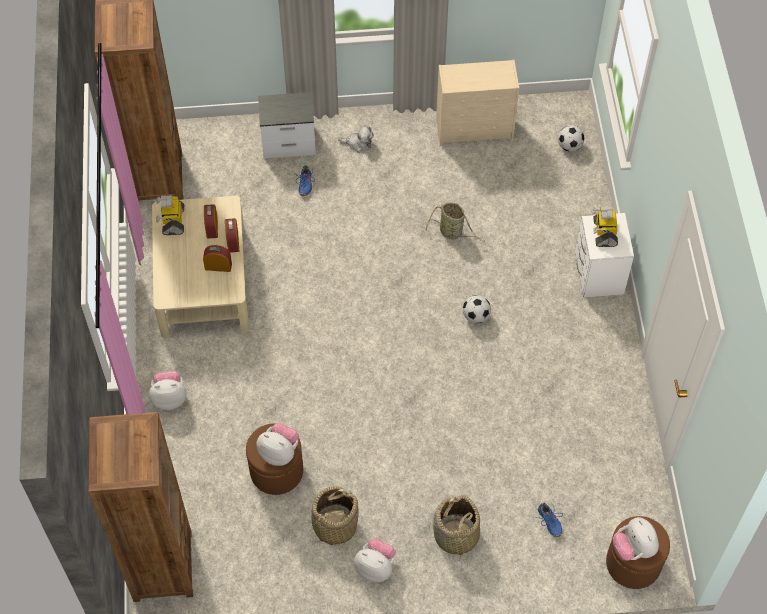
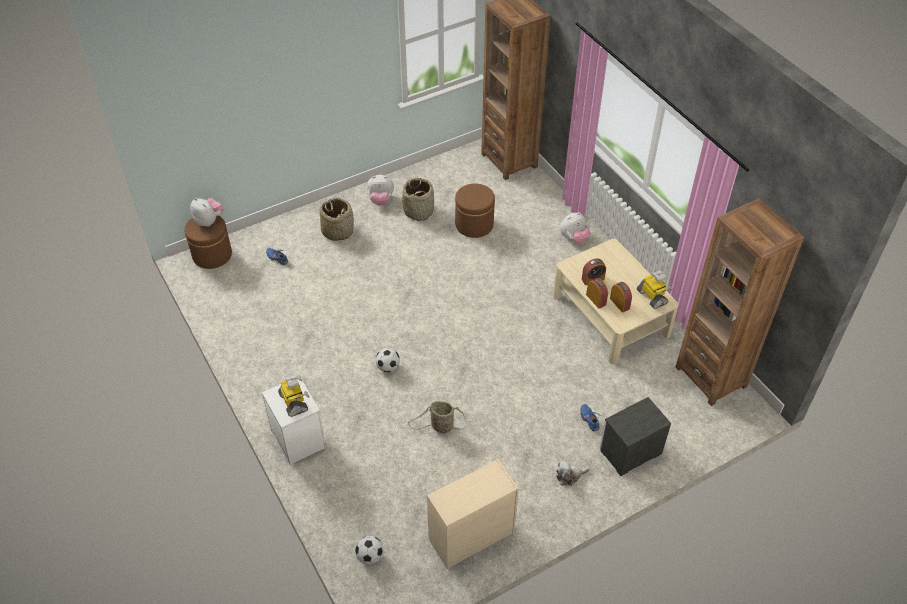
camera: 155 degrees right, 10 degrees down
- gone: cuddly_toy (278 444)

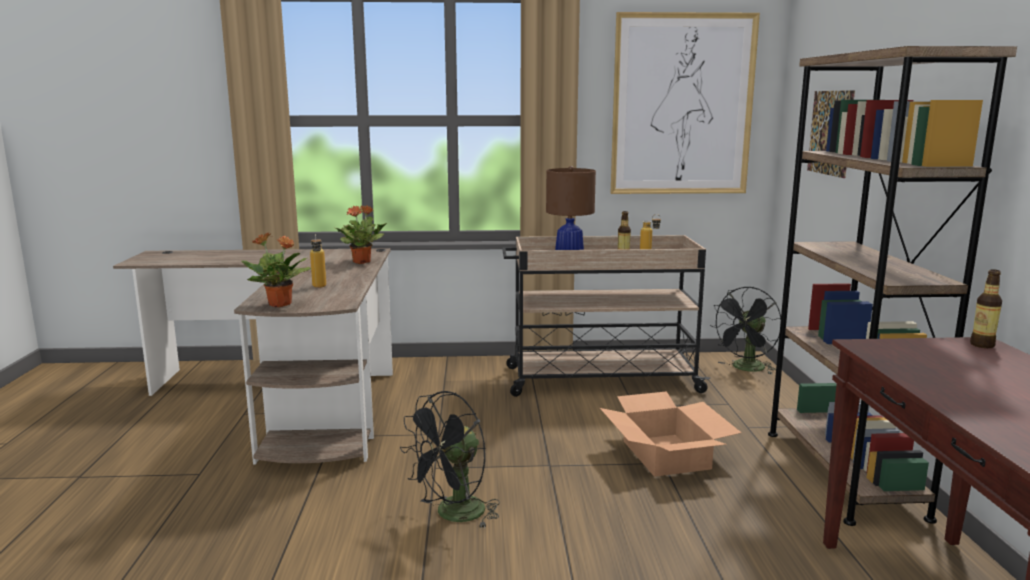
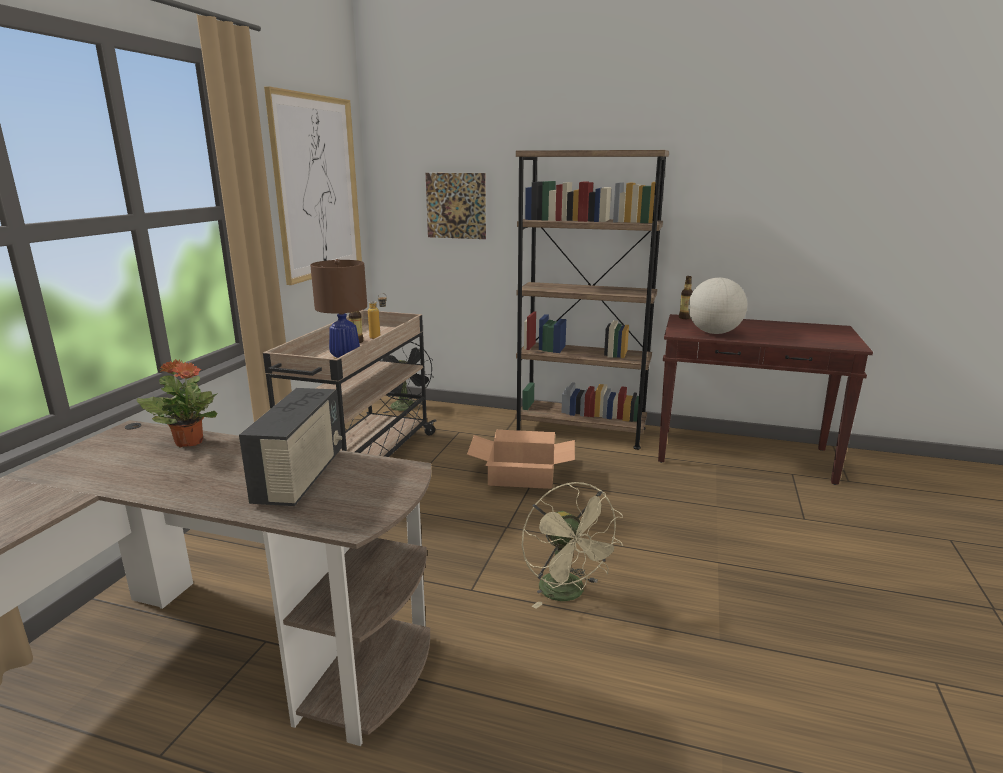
camera: 70 degrees left, 5 degrees up
- gone: potted_plant (276 269)
- swapped: drink_bottle (318 261) to radio (290 447)
- repainted: black_fan (450 460) to sand-coloured_fan (573 545)
- new: globe (717 306)

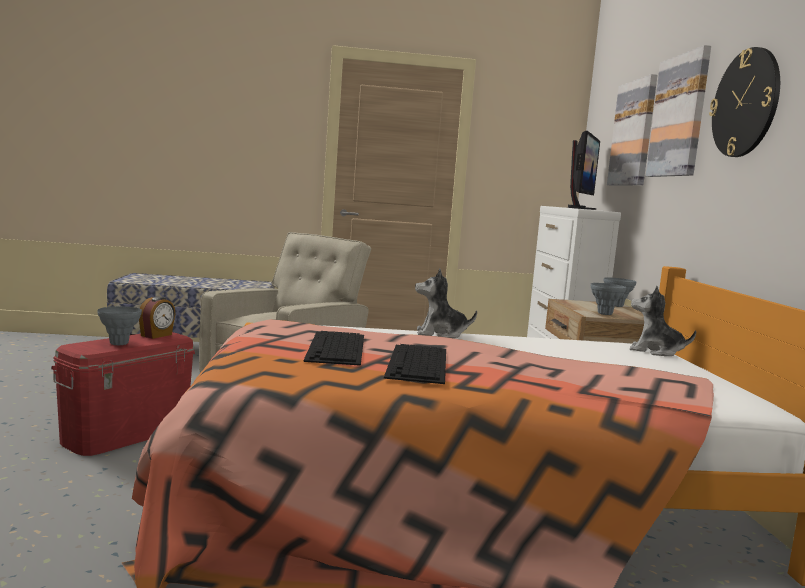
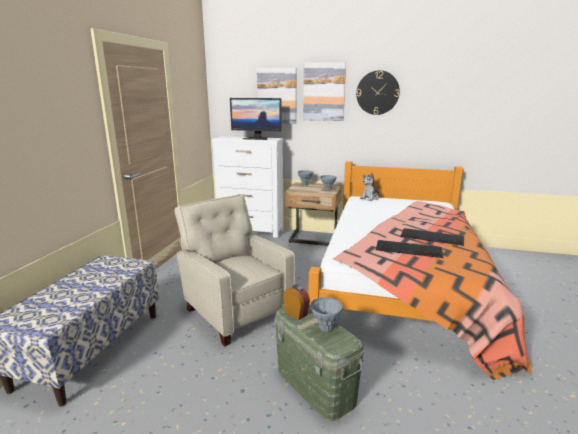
camera: 70 degrees left, 10 degrees up
- repainted: red_storage_box (123 394) to green-coloured_storage_box (319 362)
- gone: cuddly_toy (446 303)
- rotated: computer_screen (584 170) = (256 119) 150 degrees clockwise

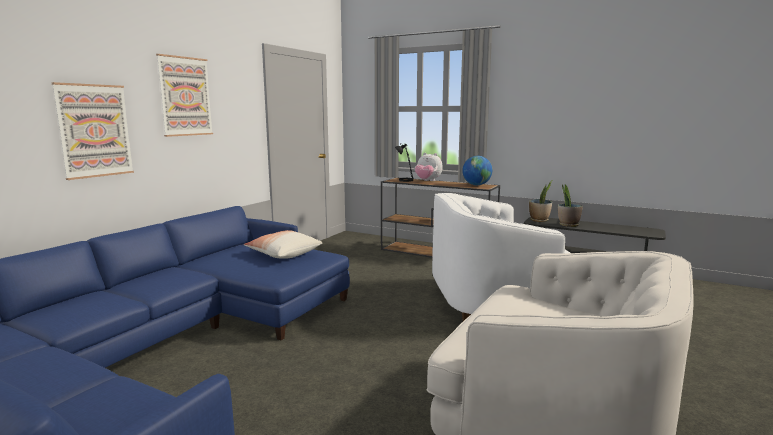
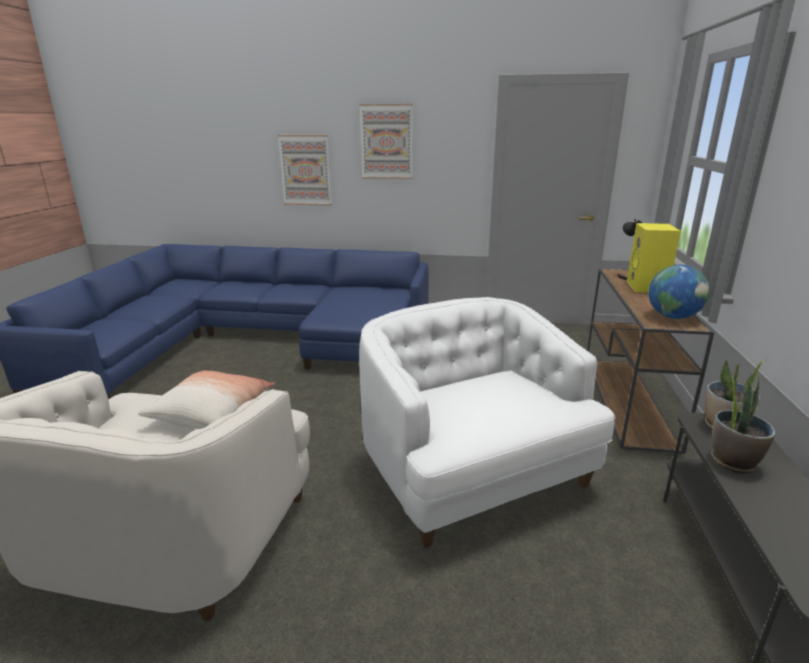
camera: 70 degrees right, 10 degrees up
- shifted: pillow (283 244) to (206 399)
- swapped: cuddly_toy (429 167) to yellow-coloured_speaker (654 258)

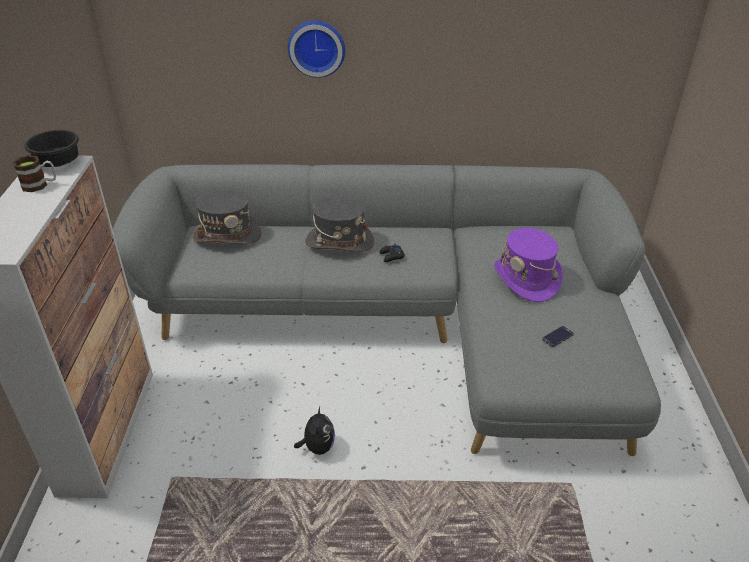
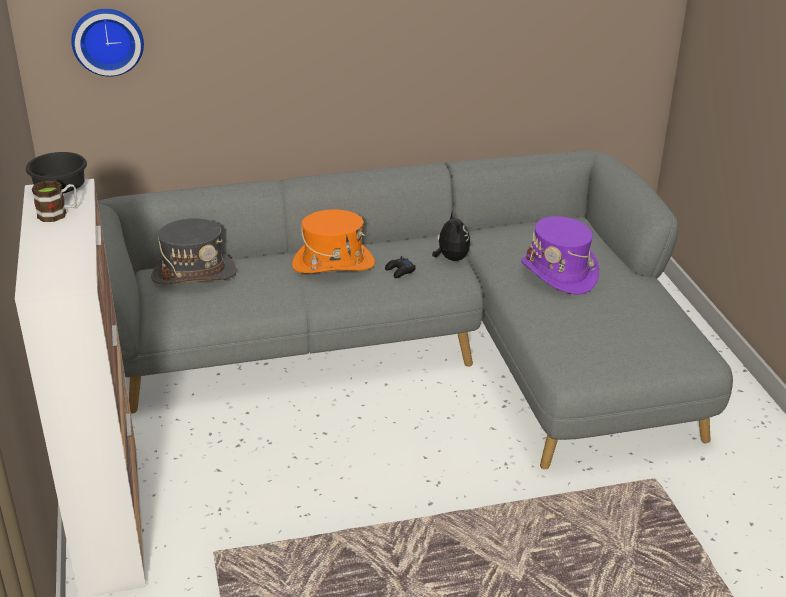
camera: 15 degrees left, 5 degrees down
- shifted: clock_on_the_wall (316 49) to (107 43)
- shifted: cuddly_toy (314 431) to (451 236)
- repainted: grey_clothing_hat (339 224) to orange_clothing_hat (333 241)
- gone: telephone (558 336)

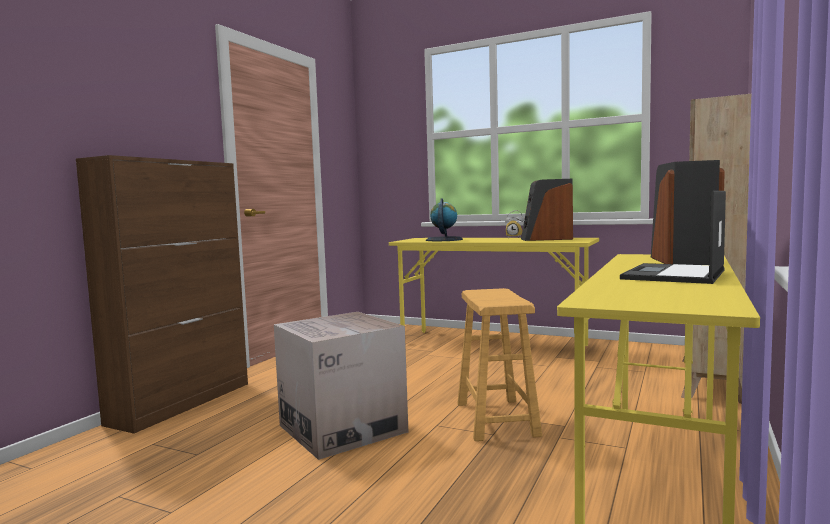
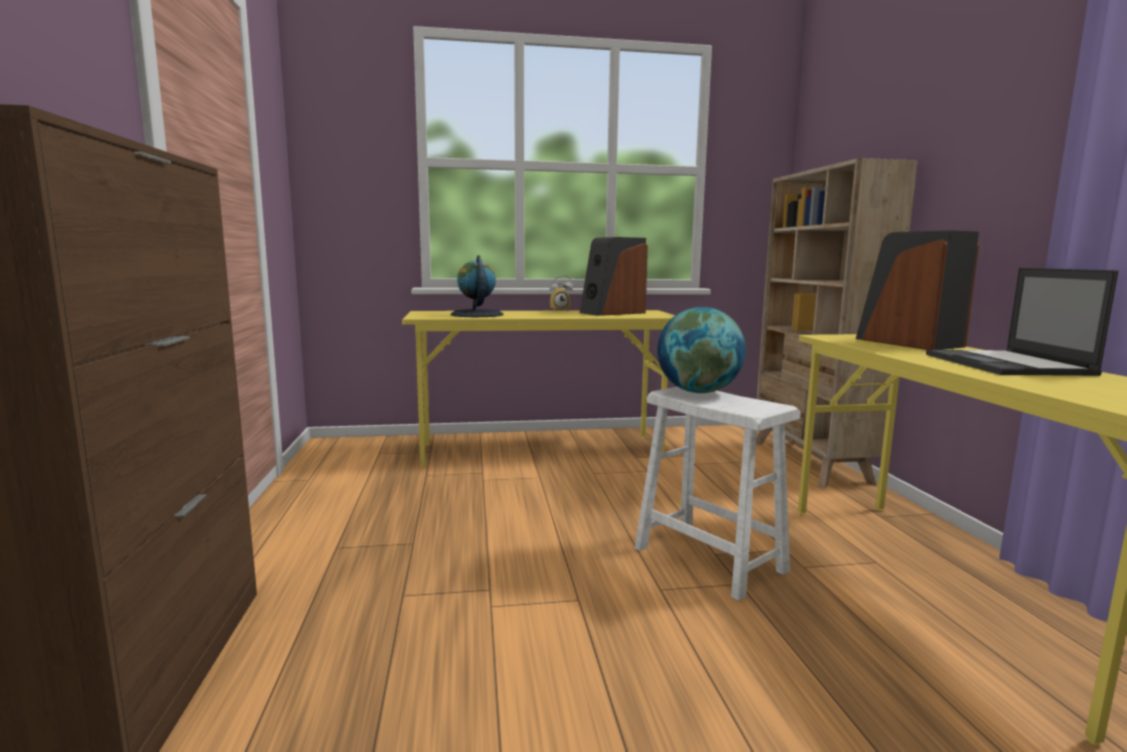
camera: 35 degrees left, 5 degrees up
- gone: packing_box (341 386)
- repainted: brown-coloured_stool (499 364) to white_stool (718 494)
- new: globe (701 350)

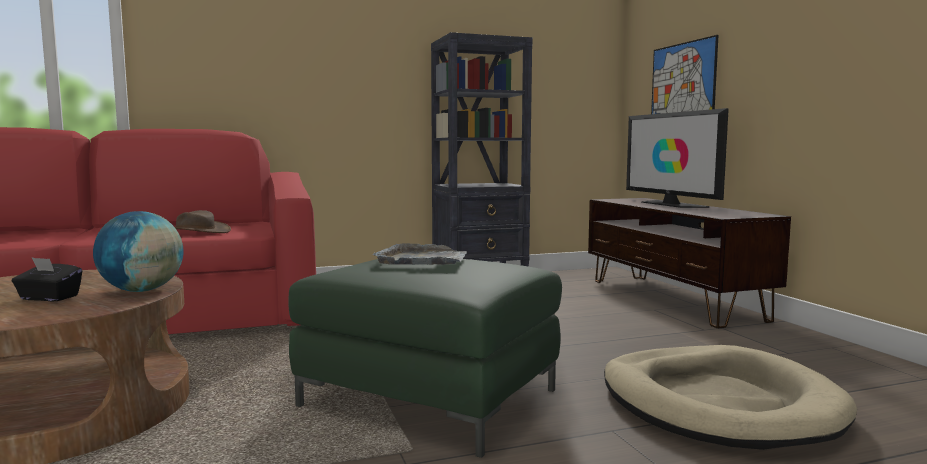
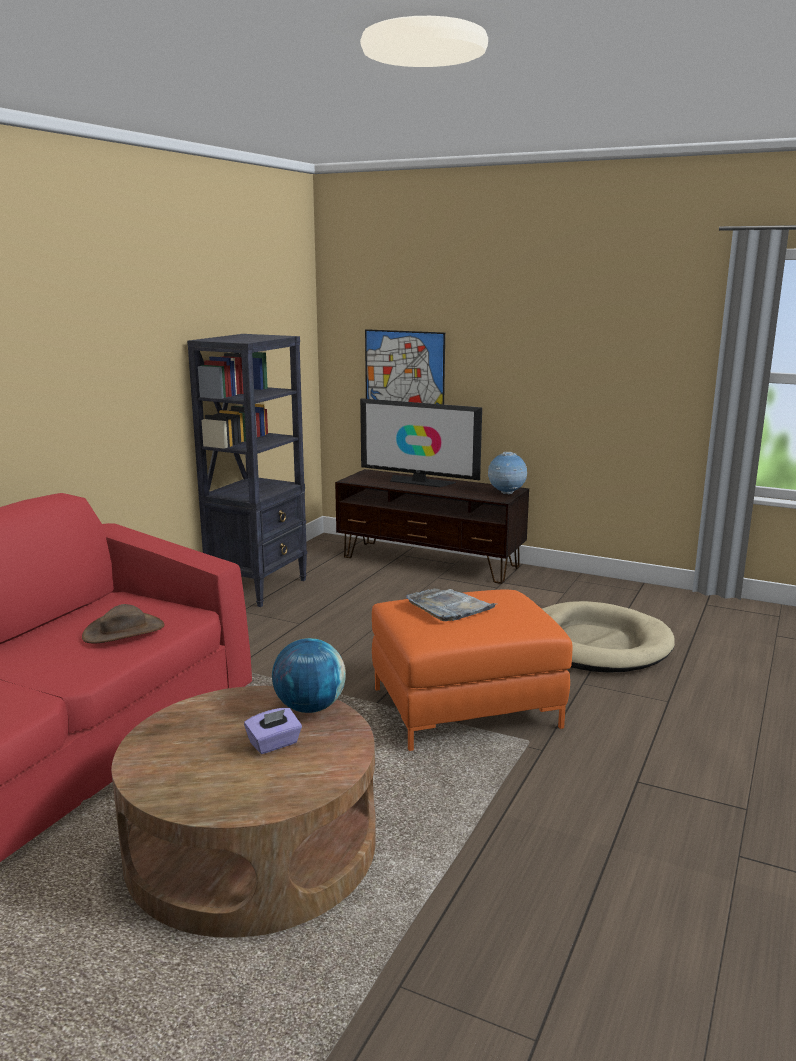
camera: 45 degrees left, 10 degrees up
- repainted: black_tissue_holder (47 279) to purple-coloured_tissue_holder (273 731)
- repainted: green-coloured_ottoman (425 358) to orange_ottoman (472 670)
- new: globe (507 473)

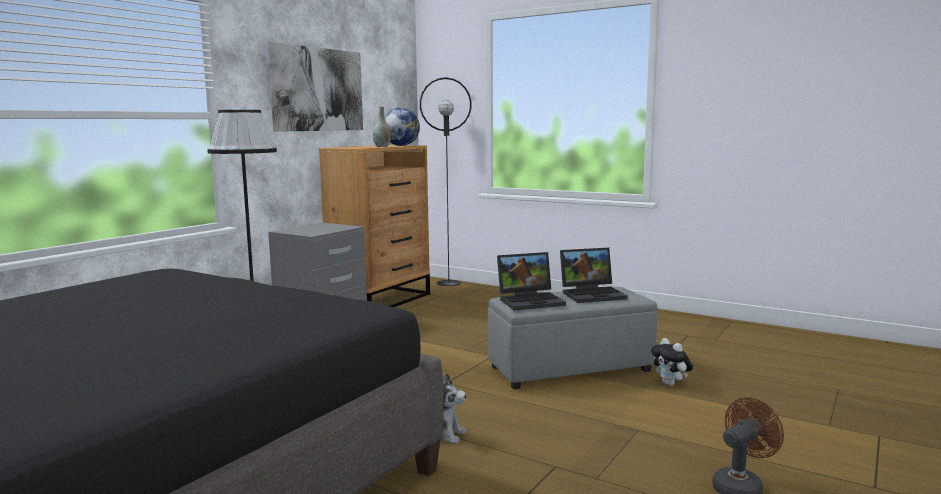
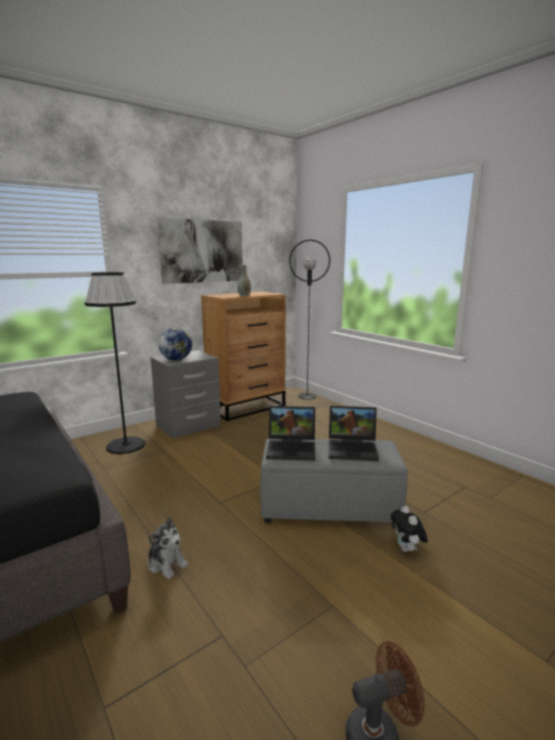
camera: 20 degrees right, 5 degrees up
- shifted: globe (402 126) to (175 344)

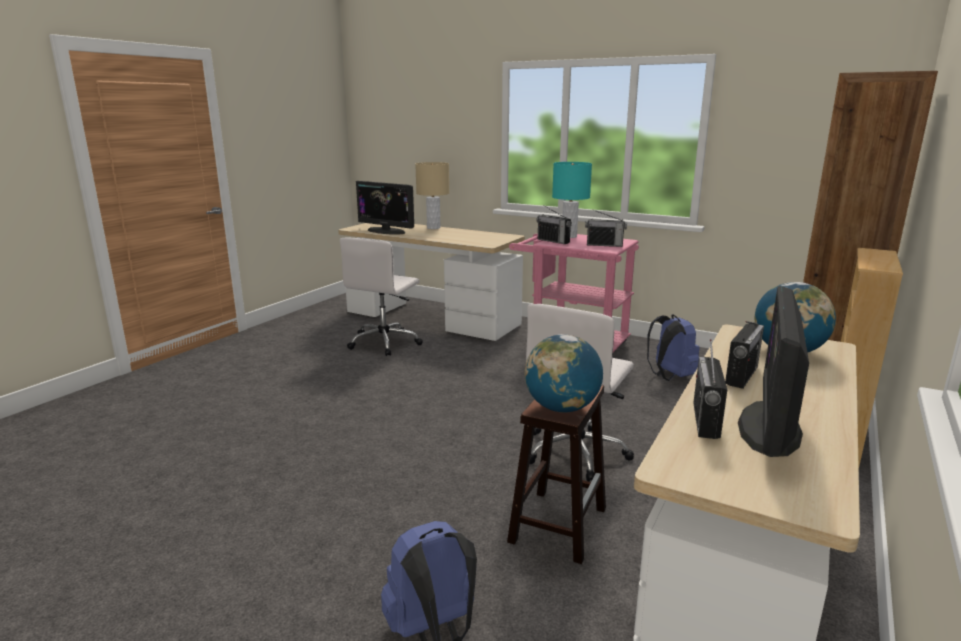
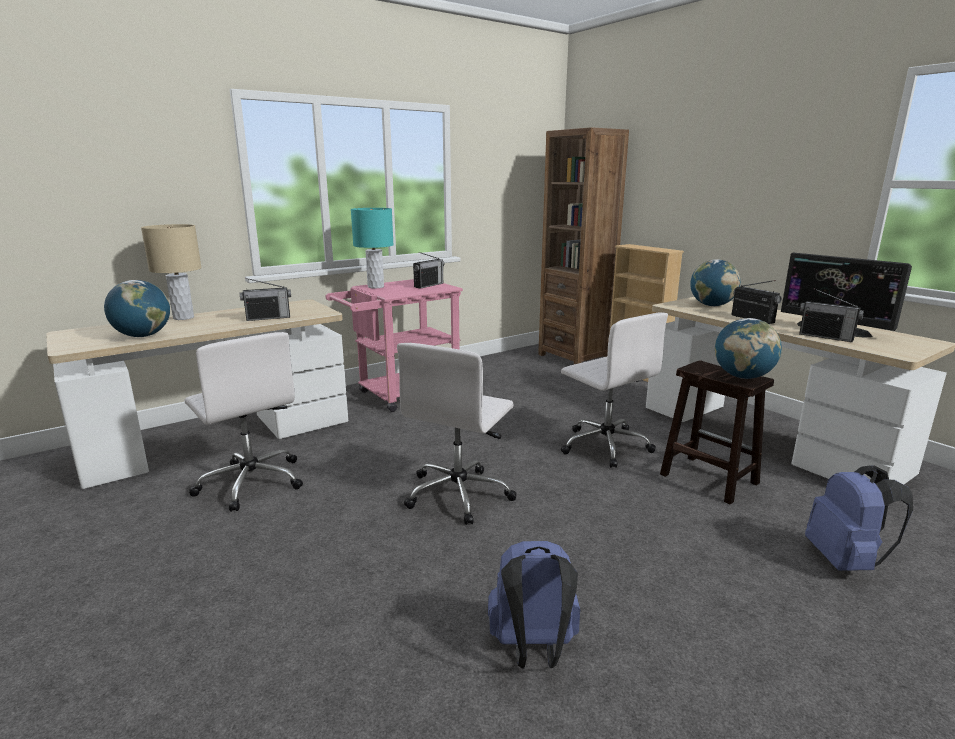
camera: 65 degrees left, 0 degrees up
- swapped: computer_screen (385 208) to globe (137 308)
- shifted: radio (554 224) to (265 299)
- shifted: bluish_knapsack (673 347) to (534 604)
- new: white_office_chair (457 434)

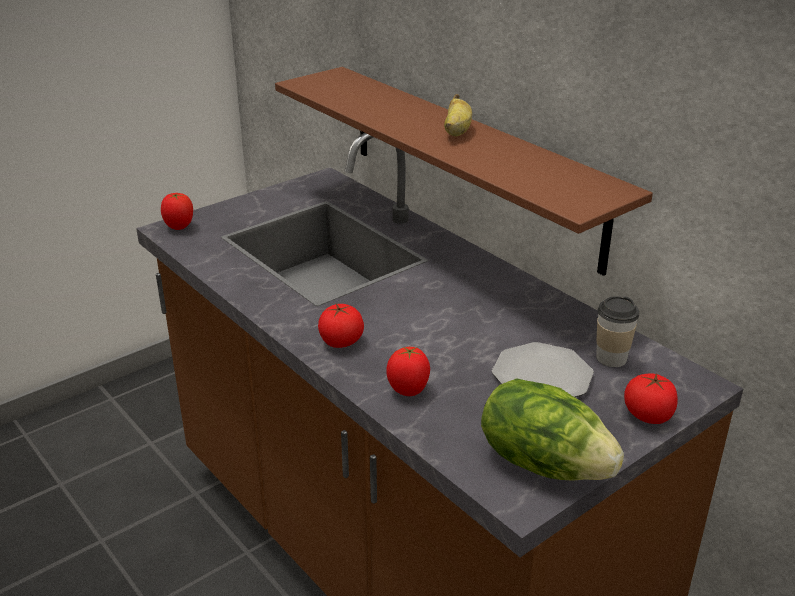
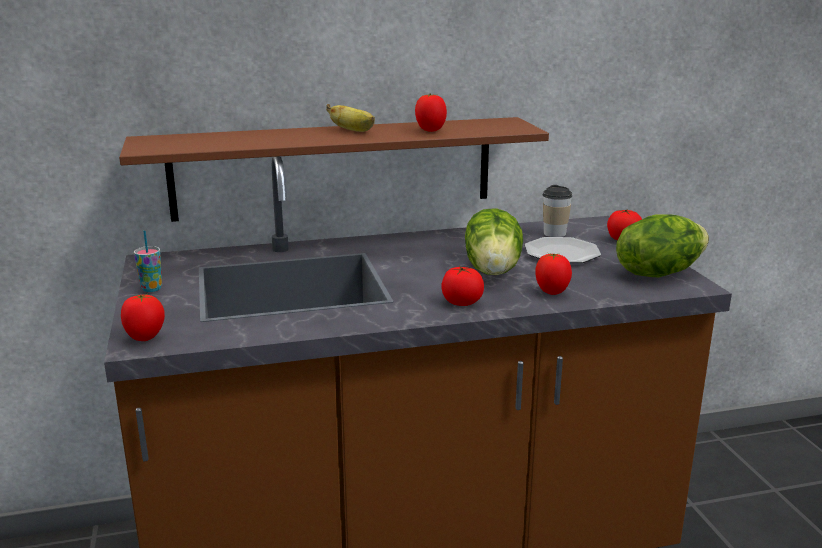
camera: 65 degrees left, 10 degrees down
- new: cup (148 261)
- new: fresh_tomato (431 112)
- new: lettuce_head (494 241)

